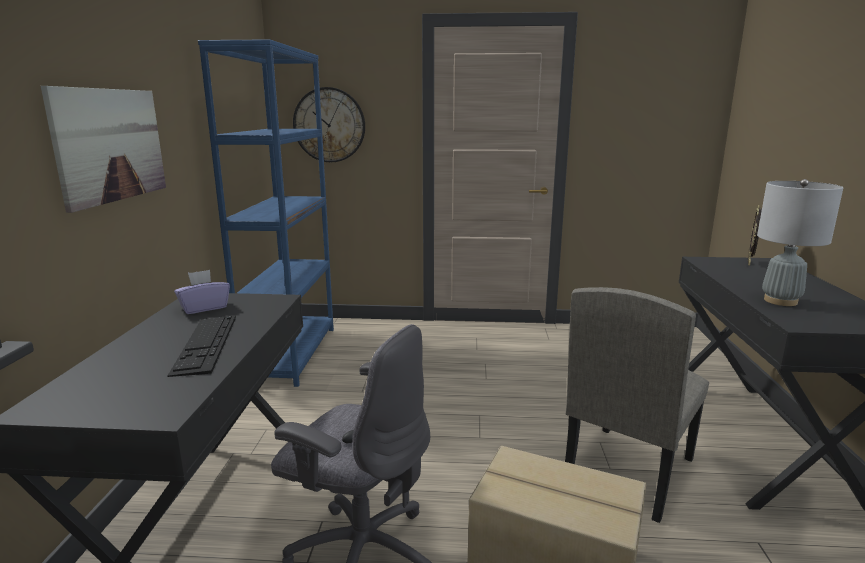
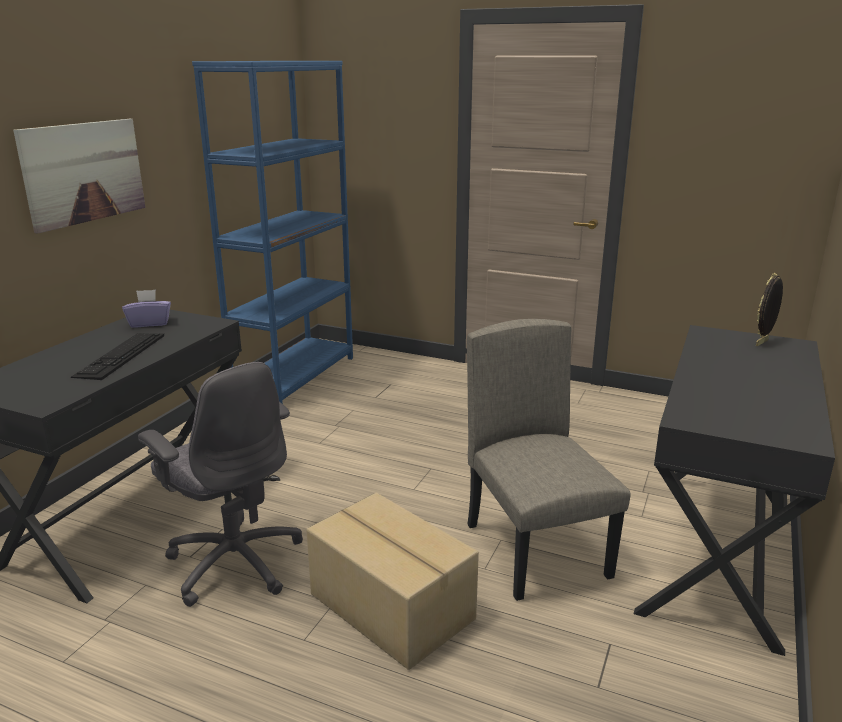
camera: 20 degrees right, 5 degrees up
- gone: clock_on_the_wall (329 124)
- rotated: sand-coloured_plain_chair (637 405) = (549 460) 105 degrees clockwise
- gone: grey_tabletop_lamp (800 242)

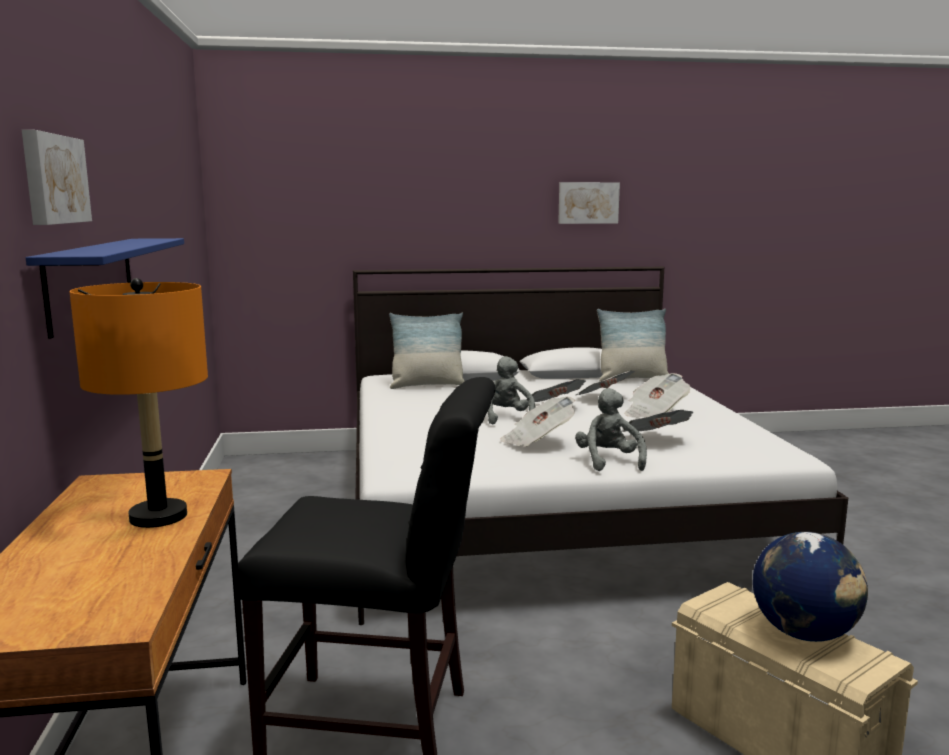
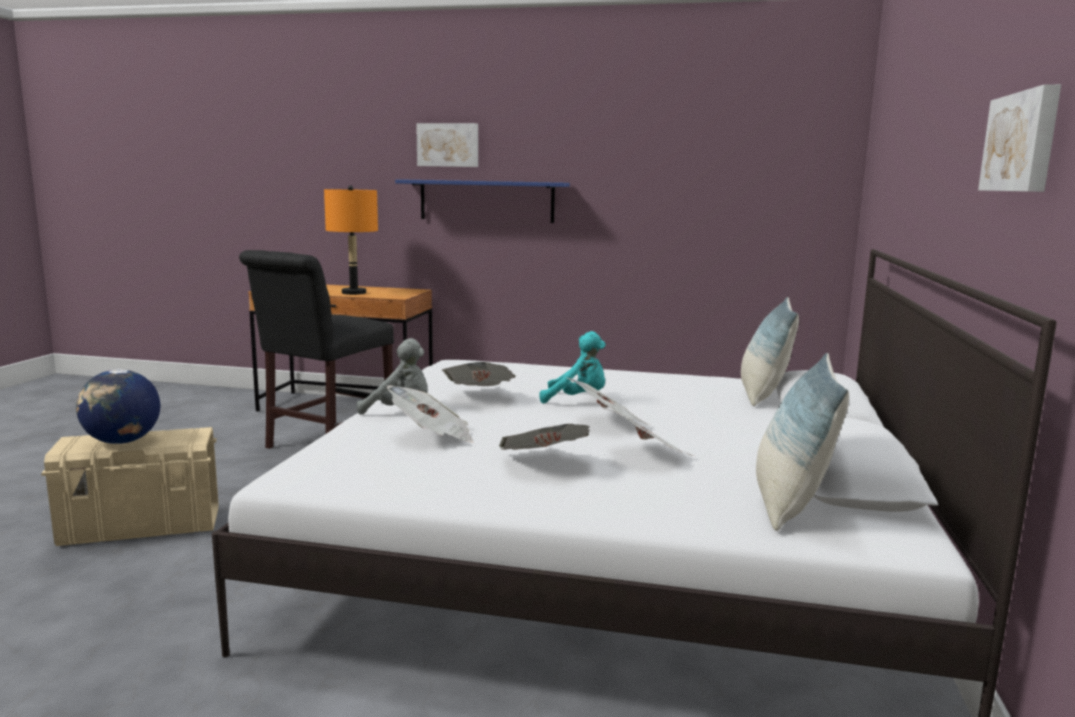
camera: 110 degrees right, 0 degrees up
- repainted: grey_cuddly_toy (511 390) to turquoise-coloured_cuddly_toy (573 367)

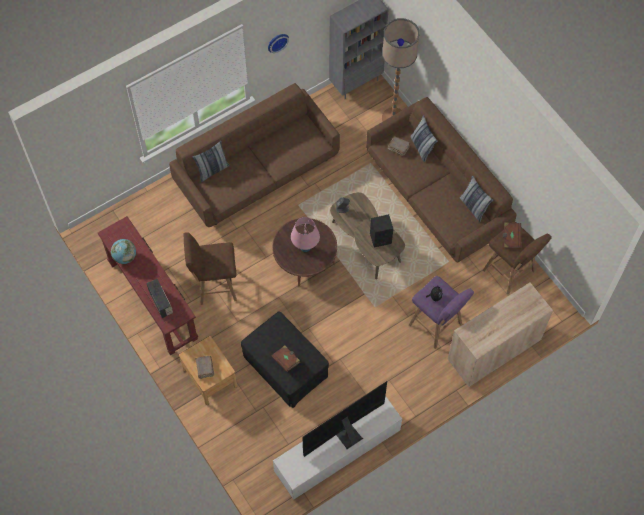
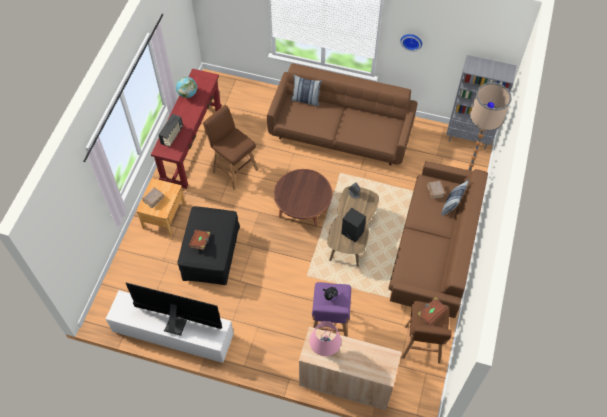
camera: 50 degrees right, 5 degrees down
- shifted: pink_tabletop_lamp (305 234) to (325 338)
- gone: pillow (476 198)

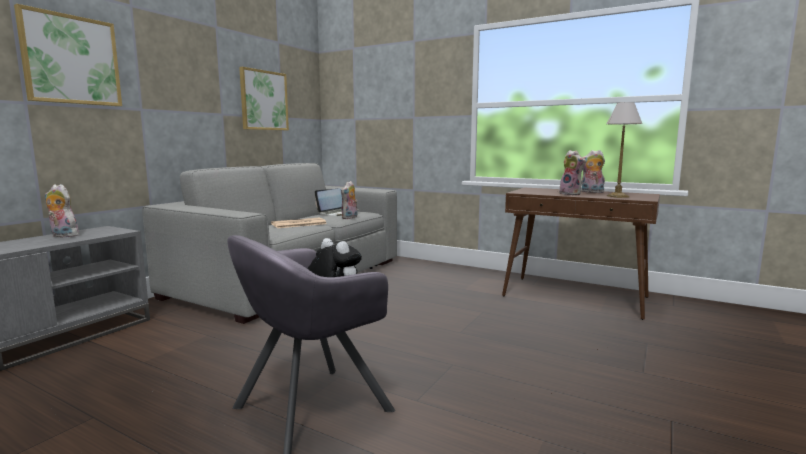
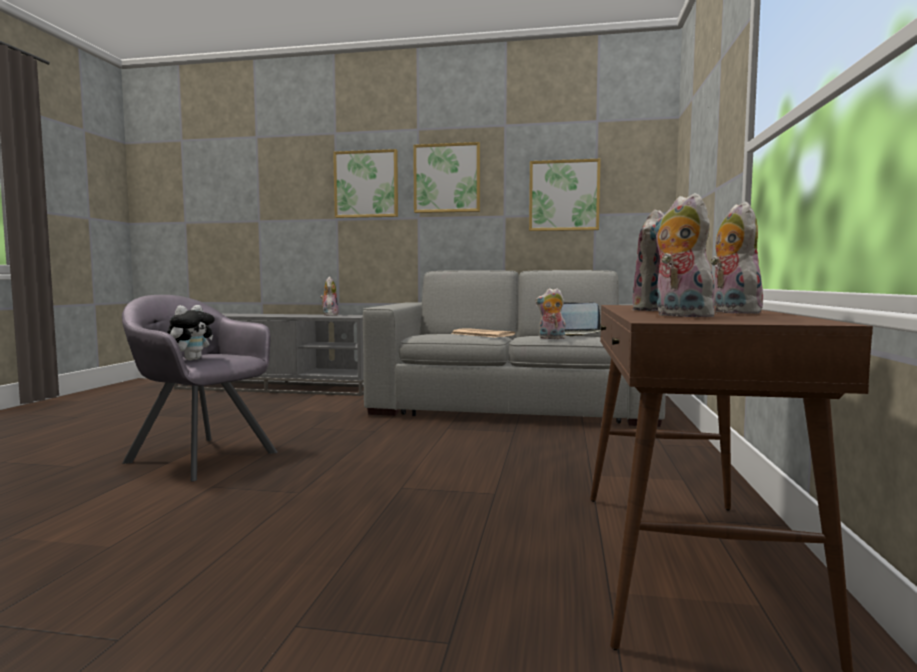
camera: 70 degrees right, 5 degrees down
- swapped: tabletop_lamp (624 150) to cuddly_toy (685 255)
- new: wall_art (446 177)

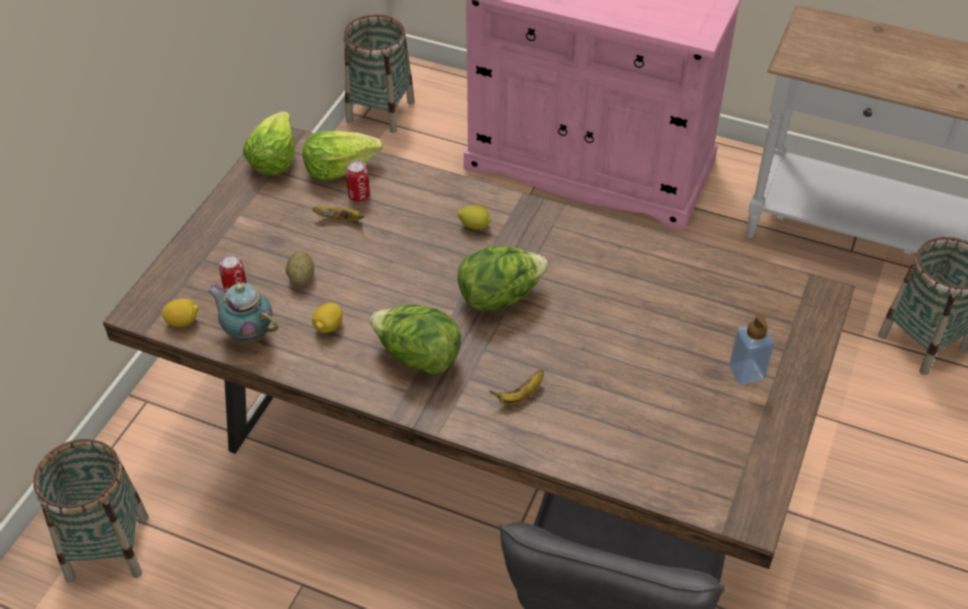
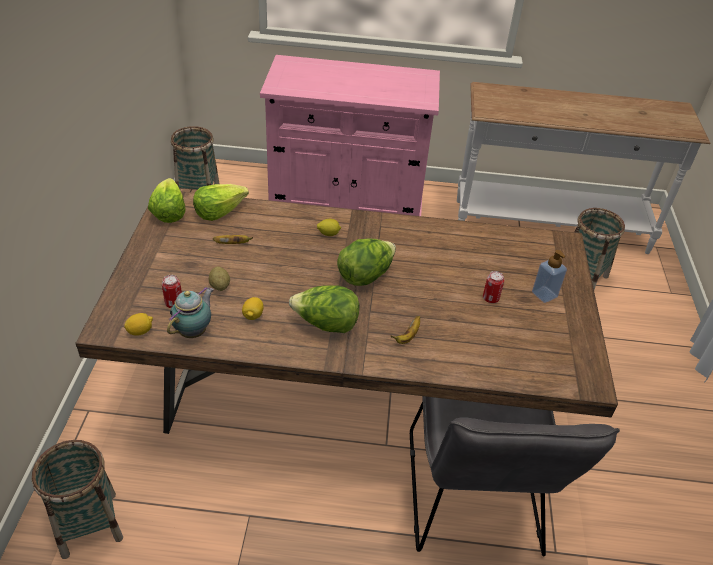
camera: 20 degrees left, 5 degrees down
- rotated: teapot (242 313) = (190 312) 105 degrees clockwise
- shifted: can (358 181) to (493 287)

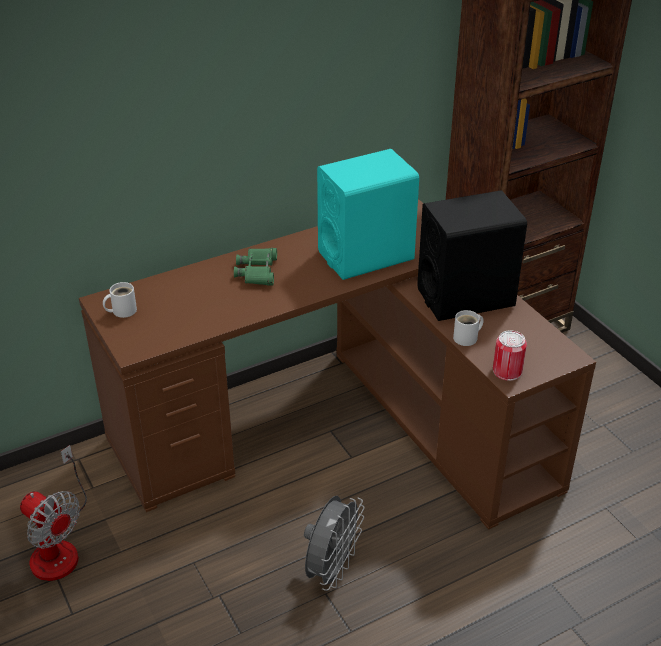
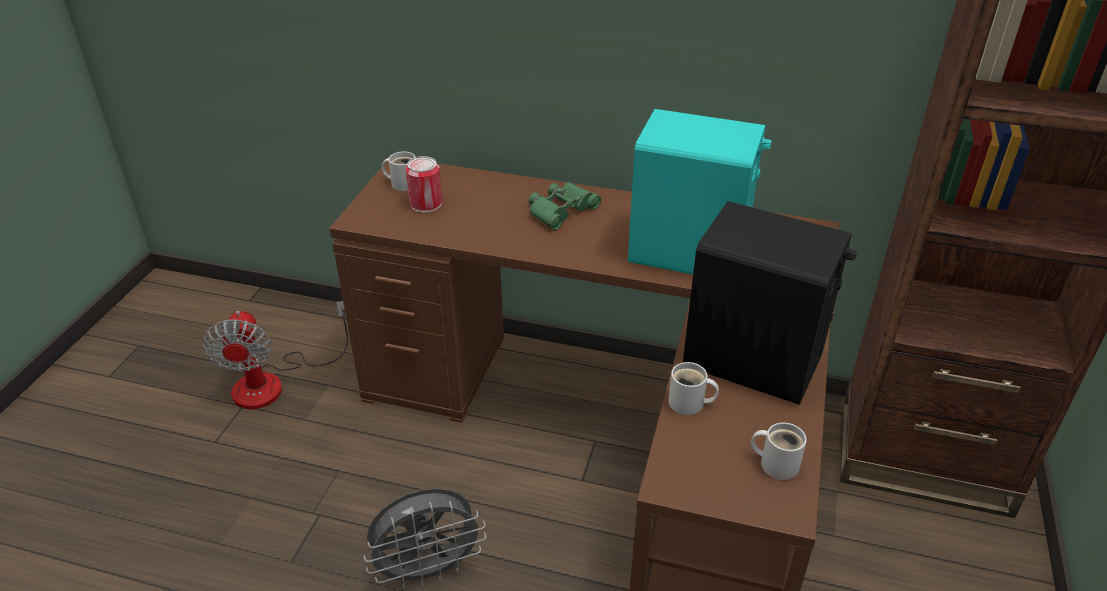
camera: 45 degrees right, 0 degrees up
- shifted: can (510 355) to (424 184)
- new: white_tea_mug (779 451)

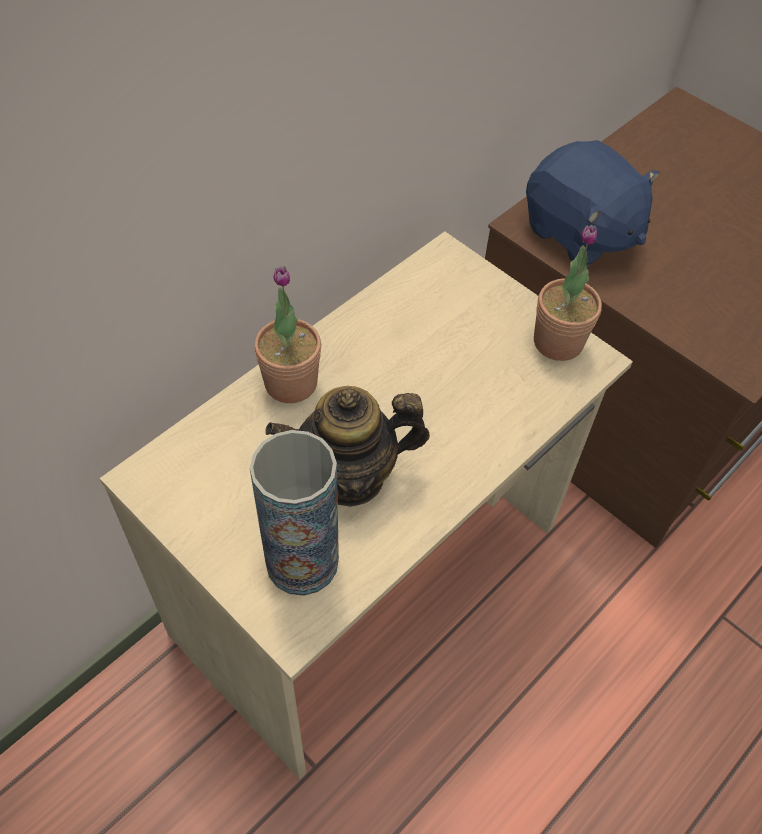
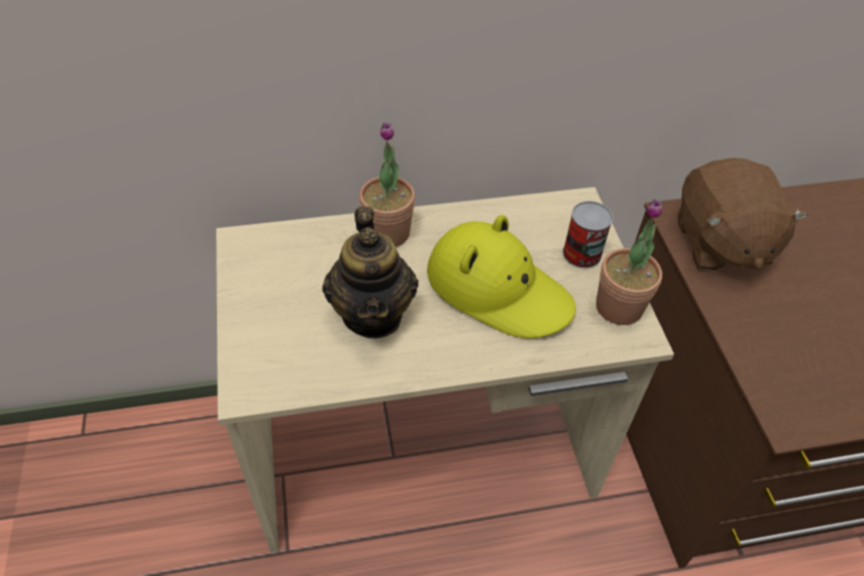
camera: 35 degrees right, 5 degrees down
- gone: decorative_vase (294 513)
- rotated: teapot (347 446) = (370 272) 120 degrees counterclockwise
- repainted: bluish_cuddly_toy (592 203) to brown-coloured_cuddly_toy (743 214)
- new: yellow-coloured_clothing_hat (501 277)
- new: can (588 234)

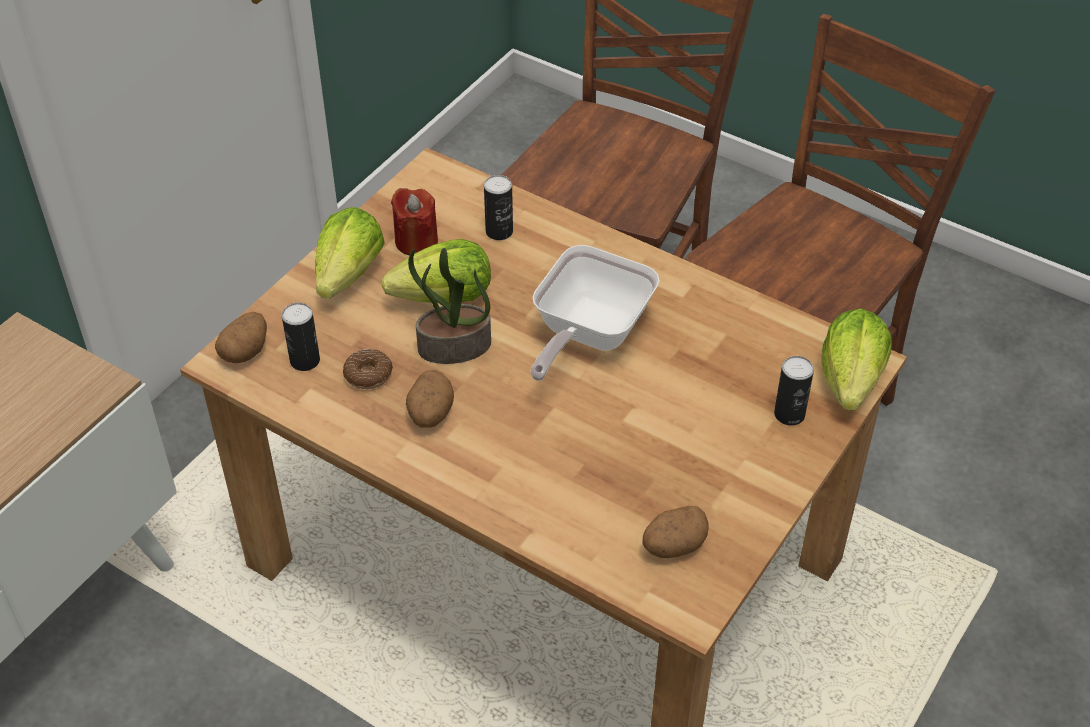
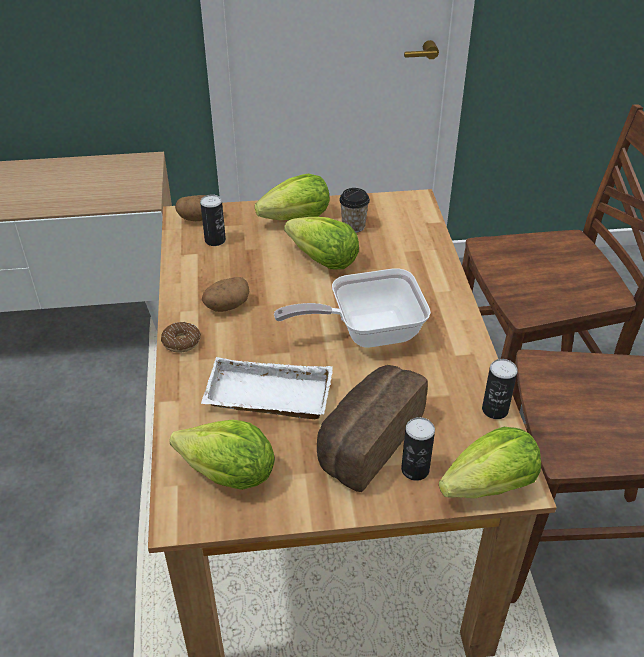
camera: 50 degrees right, 5 degrees down
- shifted: ring_doughnut (368 369) to (181 337)
- swapped: red_wax_candle (414 221) to cup (354 210)
- gone: potted_plant (449 306)
- shifted: can (498 207) to (500 389)
- swapped: whole_potato (675 532) to lettuce_head (222 454)
- new: white_tray (267 388)
- new: bread (372 428)

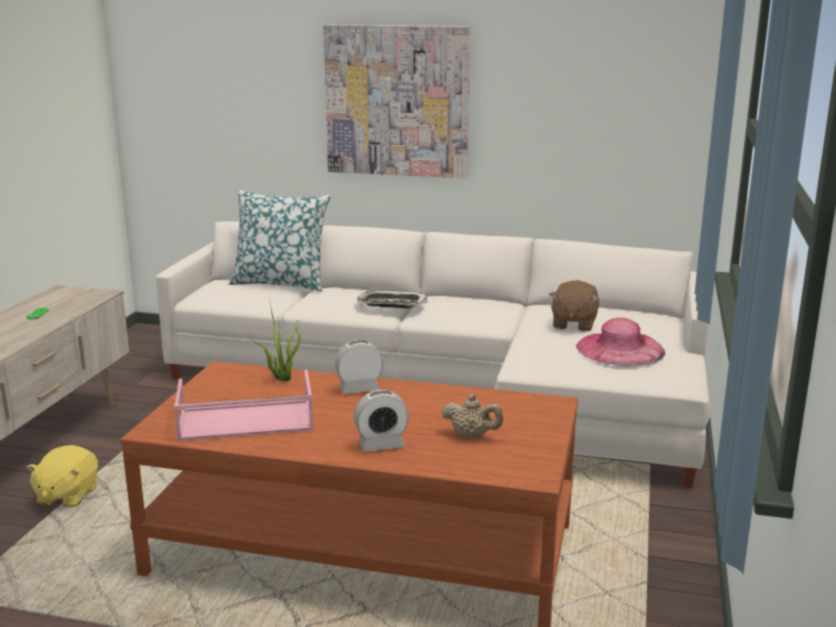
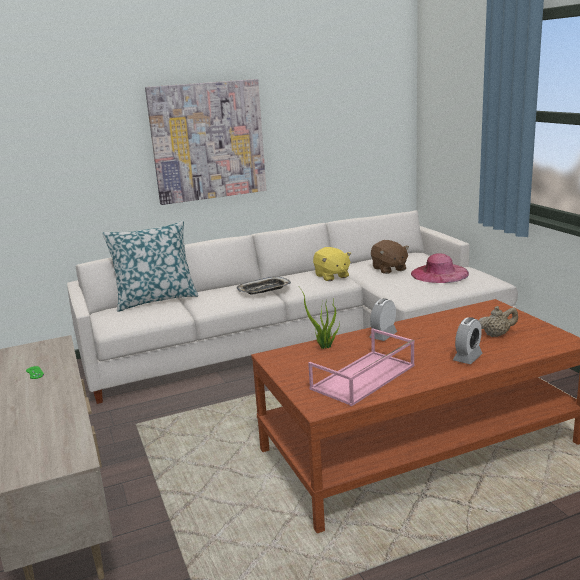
camera: 35 degrees left, 0 degrees up
- shifted: yellow-coloured_cuddly_toy (62 476) to (332 264)

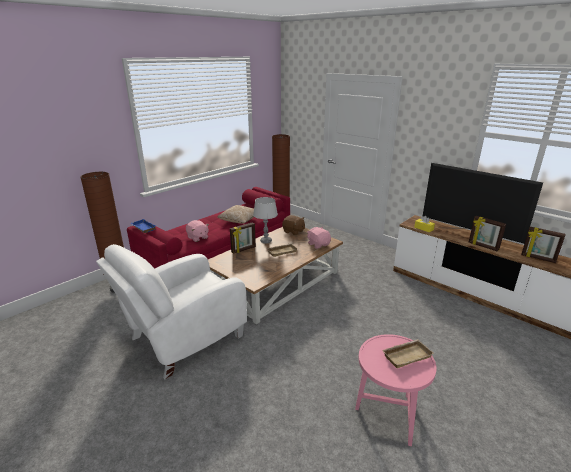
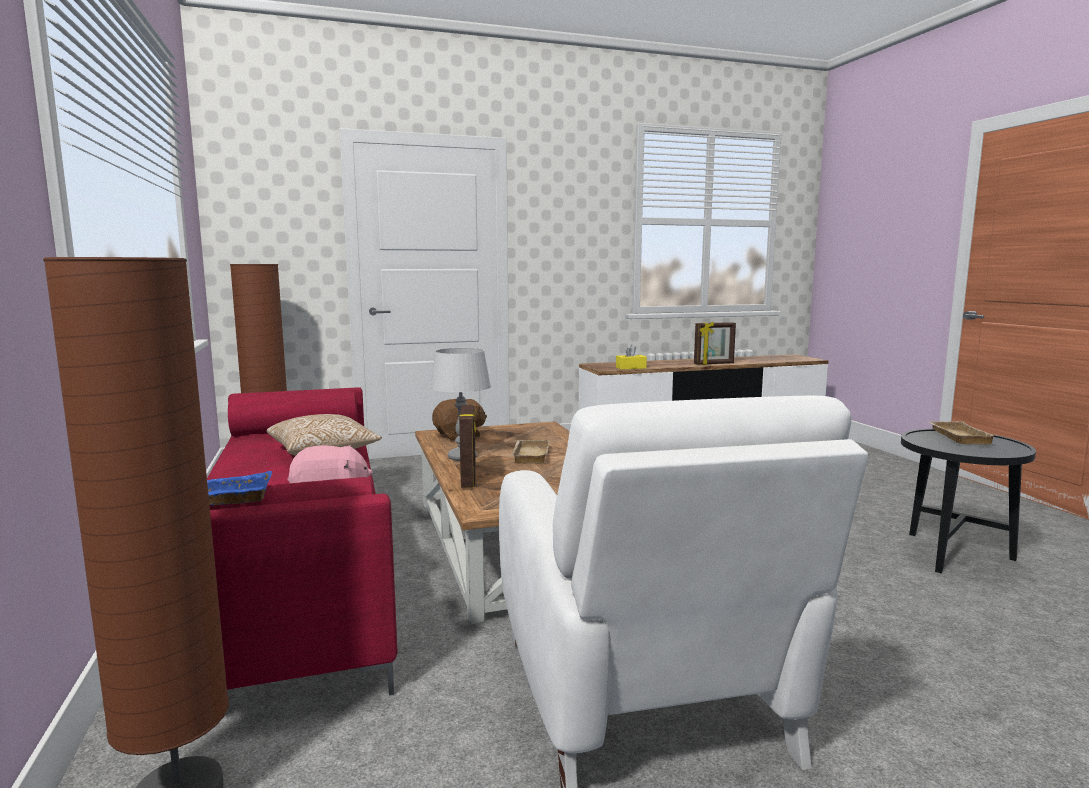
camera: 60 degrees left, 15 degrees down
- gone: pink_cuddly_toy (319 238)
- repainted: pink_end_table (396 390) to black_end_table (968 501)
- gone: TV (483 203)
- gone: standing_frame (543 245)

